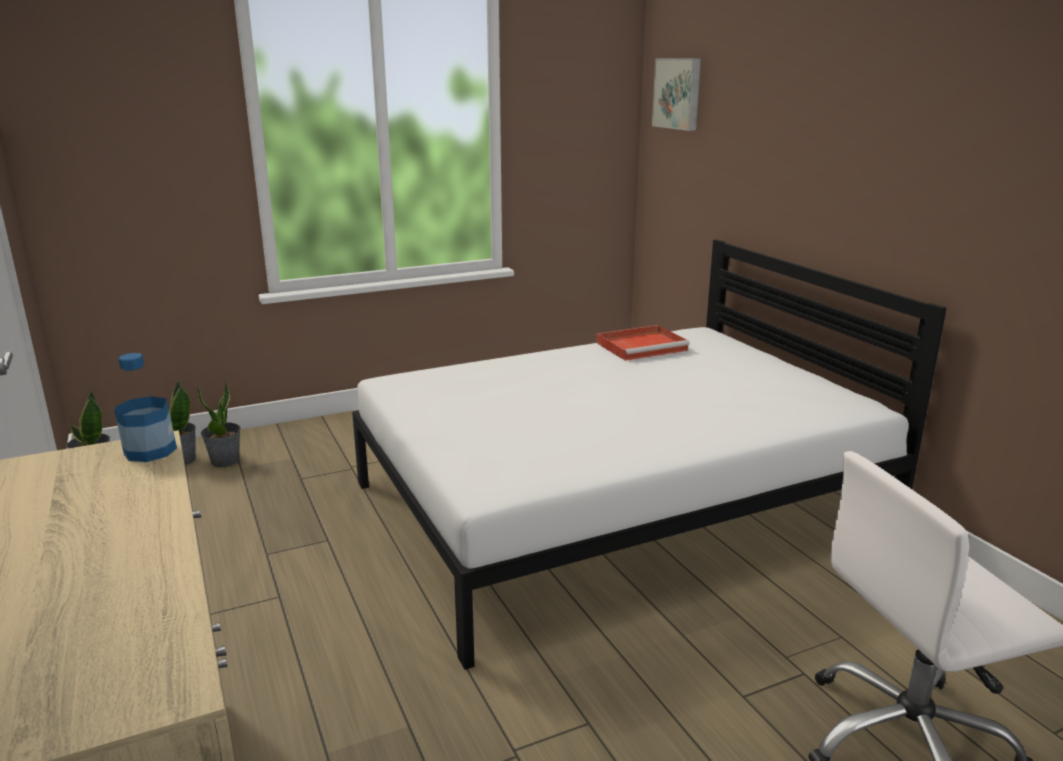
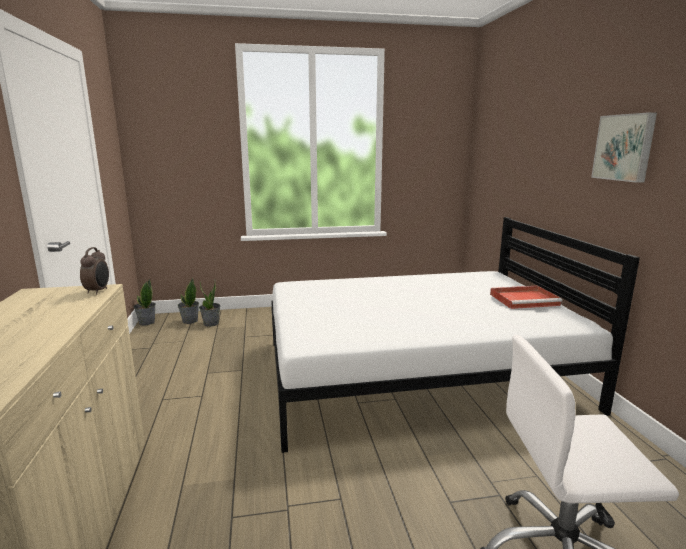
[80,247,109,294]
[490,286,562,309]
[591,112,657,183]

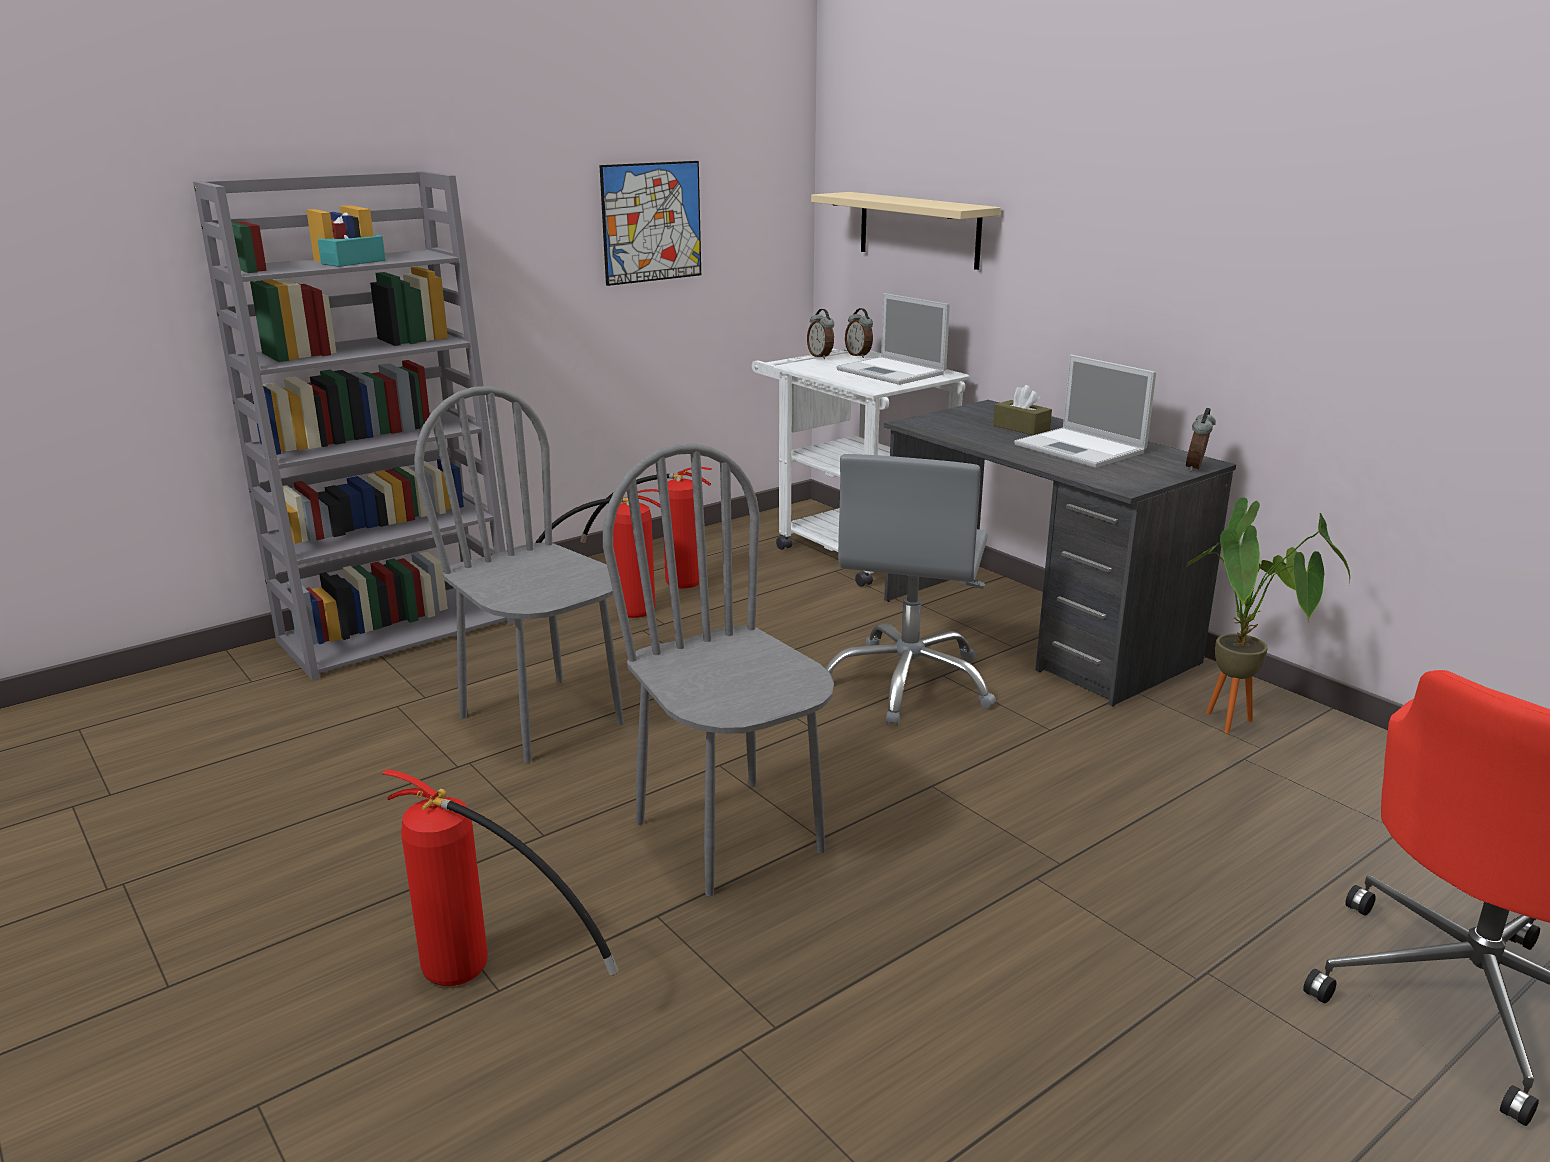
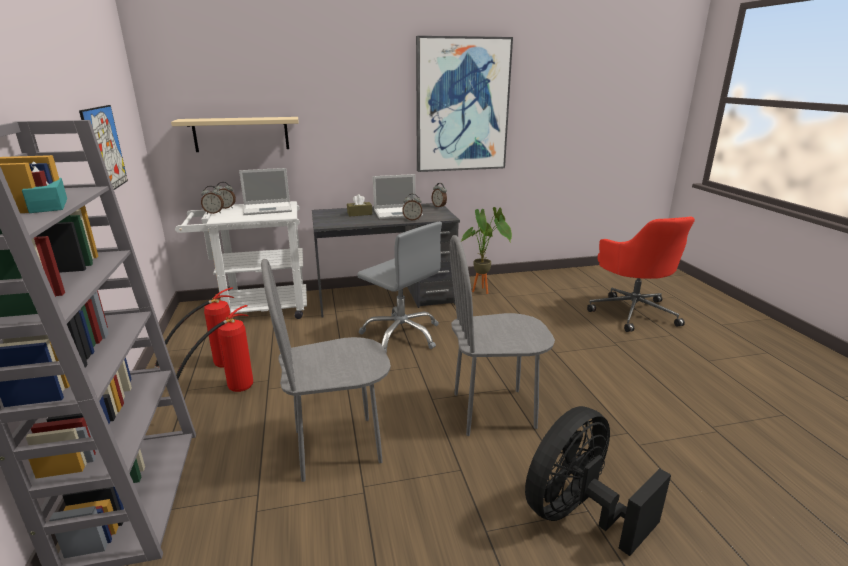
[525,406,671,556]
[402,194,422,220]
[416,36,513,172]

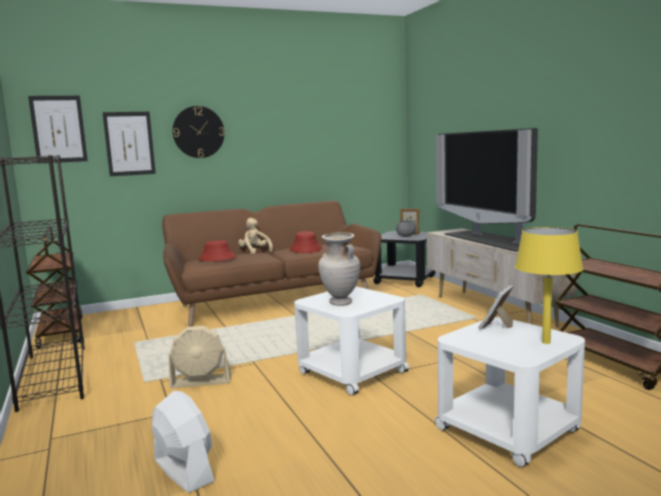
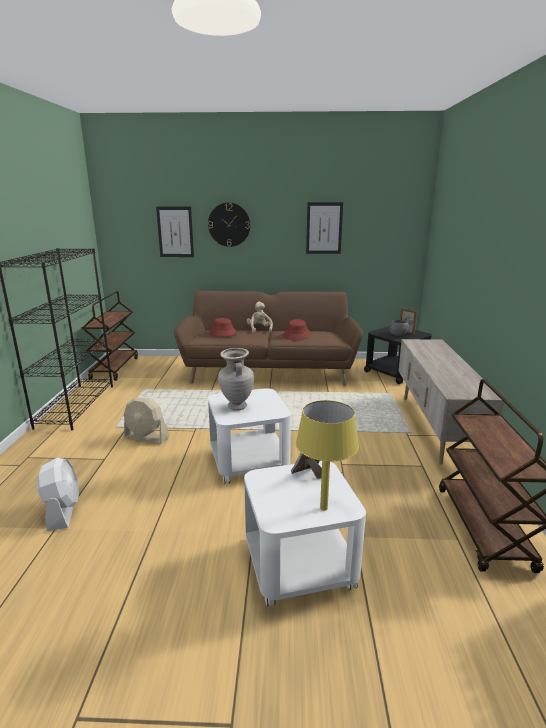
[306,202,343,254]
[435,128,538,252] (first image)

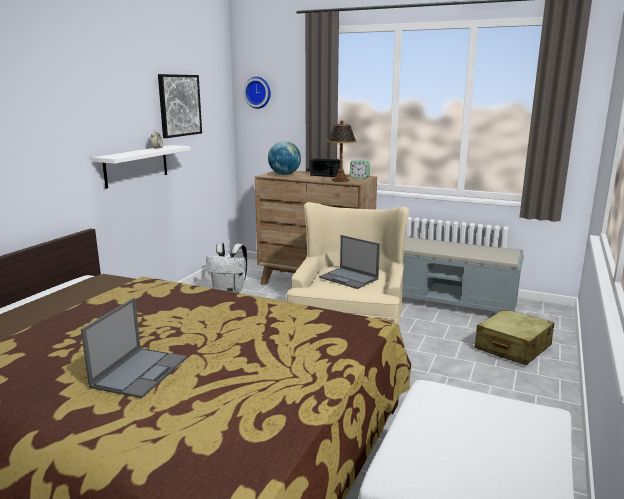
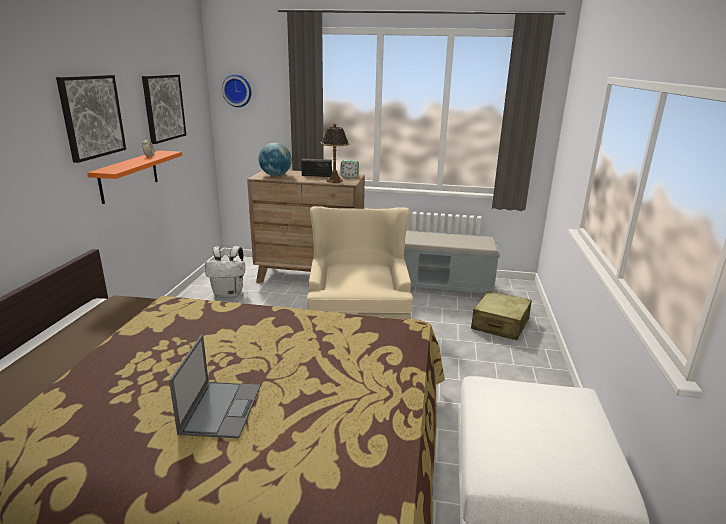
[87,151,182,204]
[319,235,380,289] (first image)
[56,75,126,163]

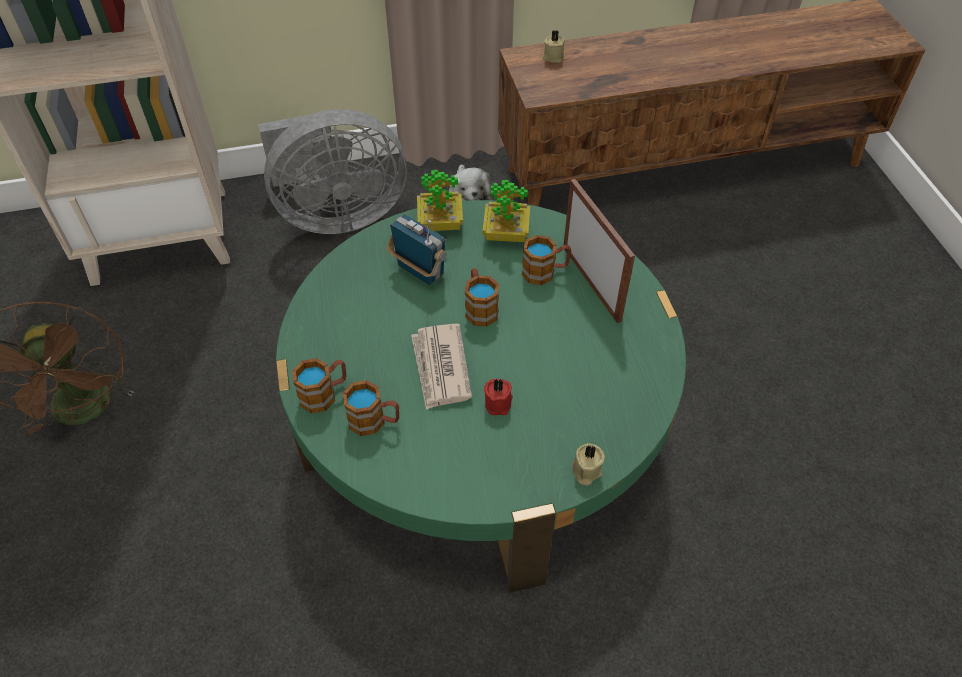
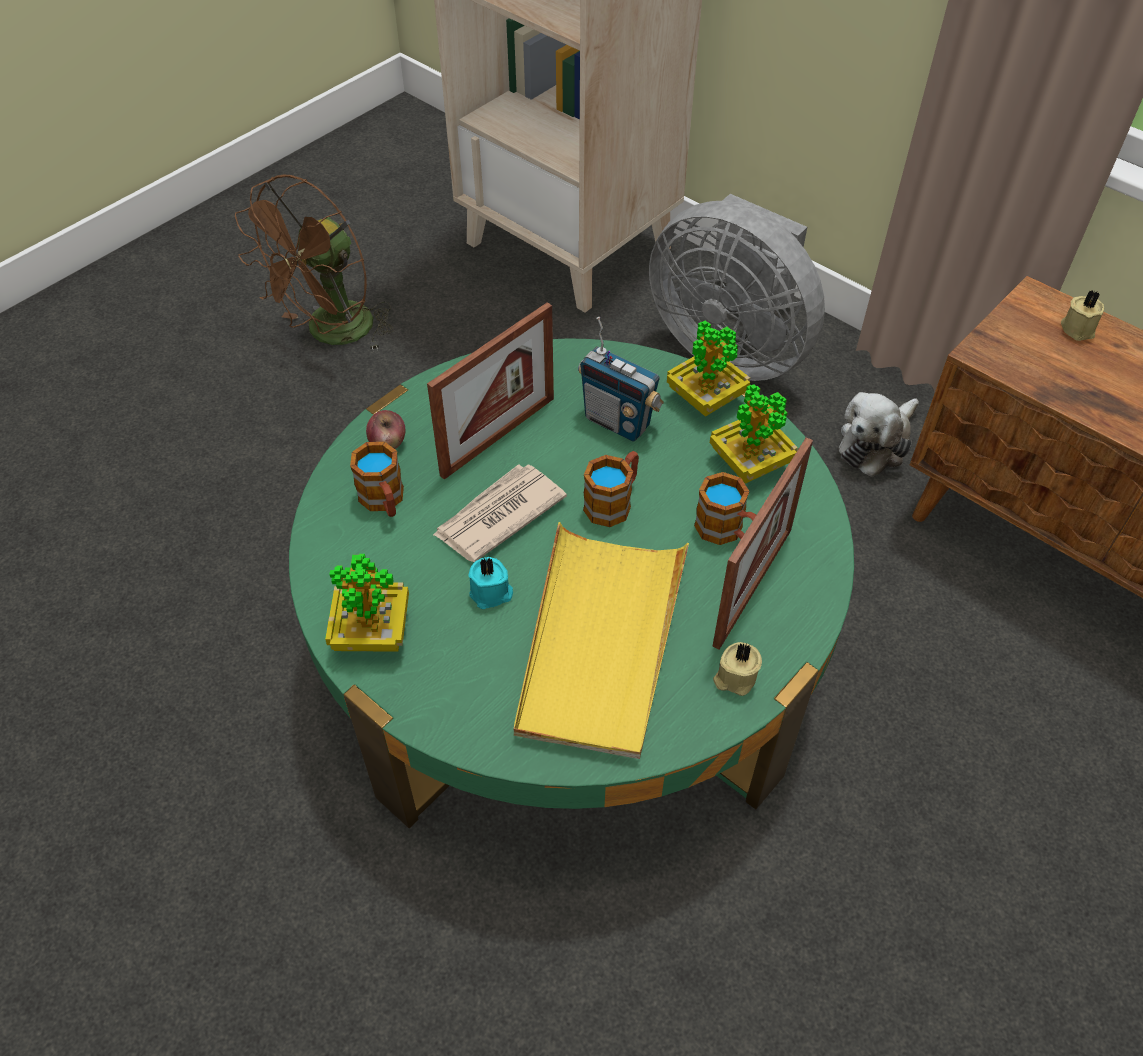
[366,410,405,449]
[578,317,664,442]
[468,557,513,609]
[713,642,762,696]
[325,554,409,652]
[427,302,554,480]
[514,522,689,759]

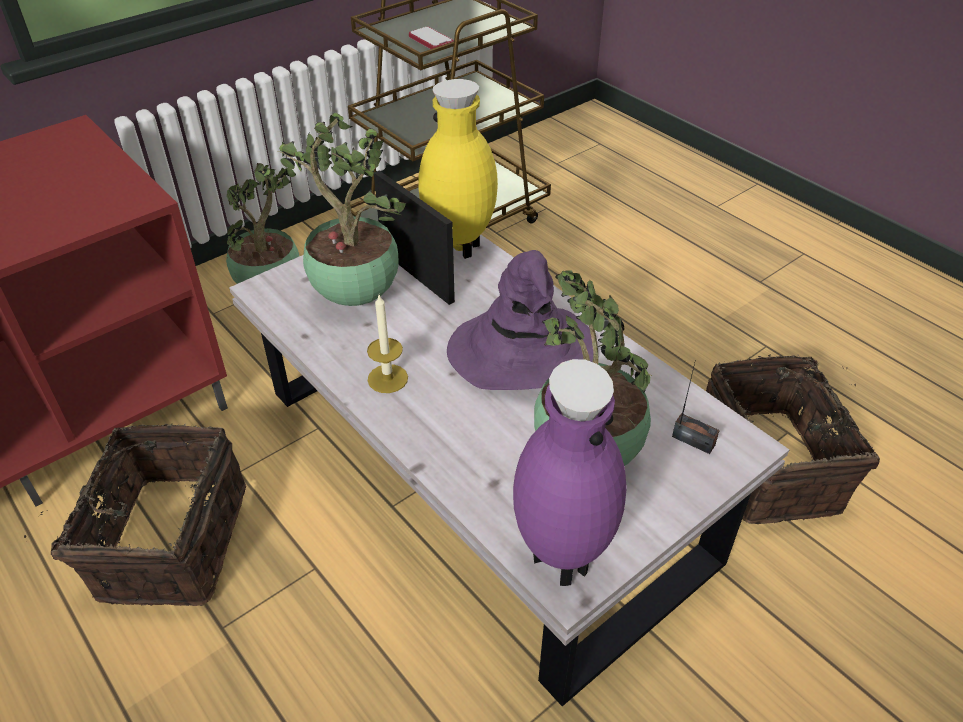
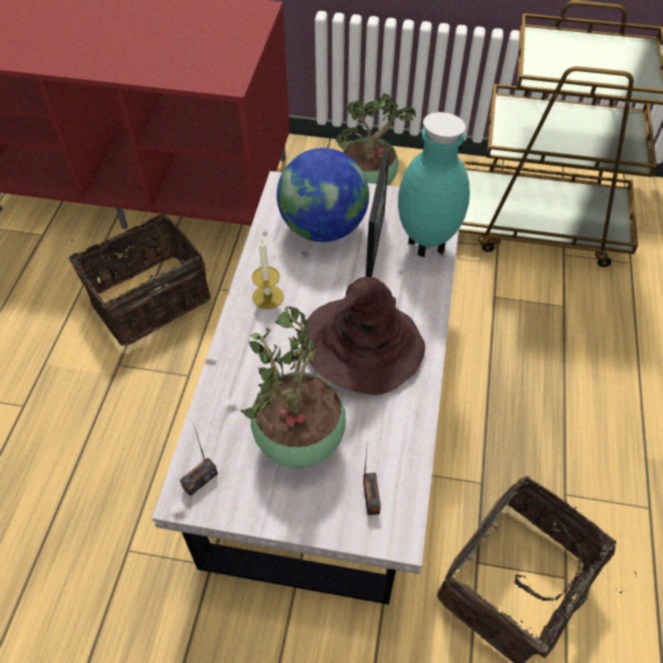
[277,148,369,242]
[409,27,454,49] (first image)
[398,112,470,257]
[301,277,425,395]
[180,426,218,496]

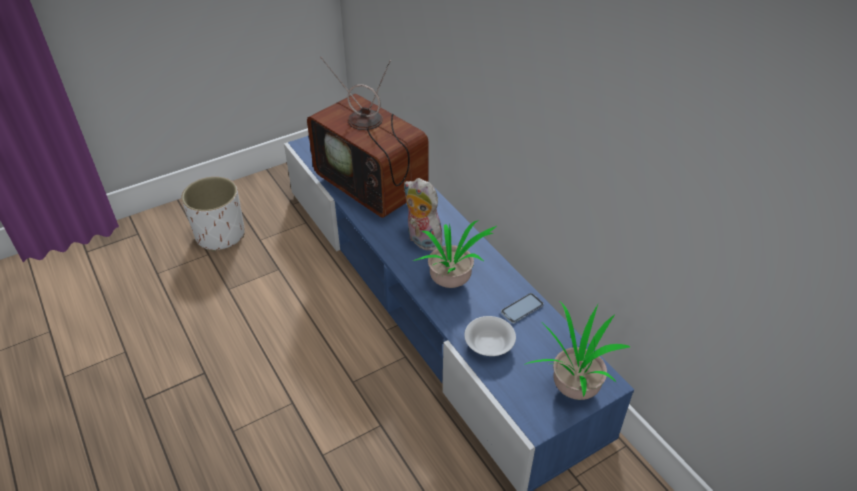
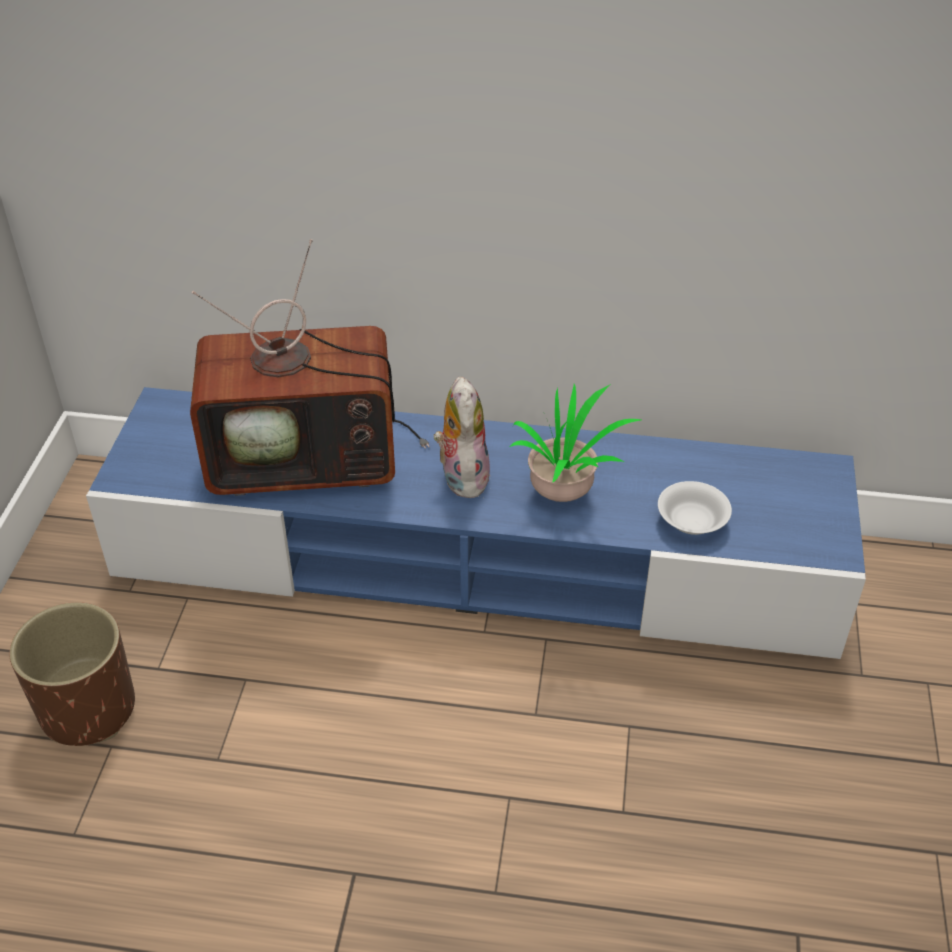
[10,602,135,746]
[434,377,490,498]
[501,293,544,323] (first image)
[524,301,630,400] (first image)

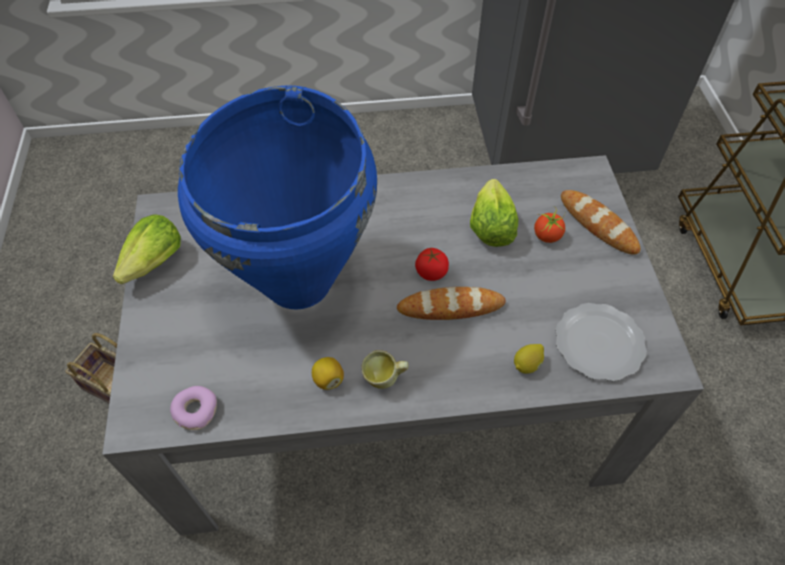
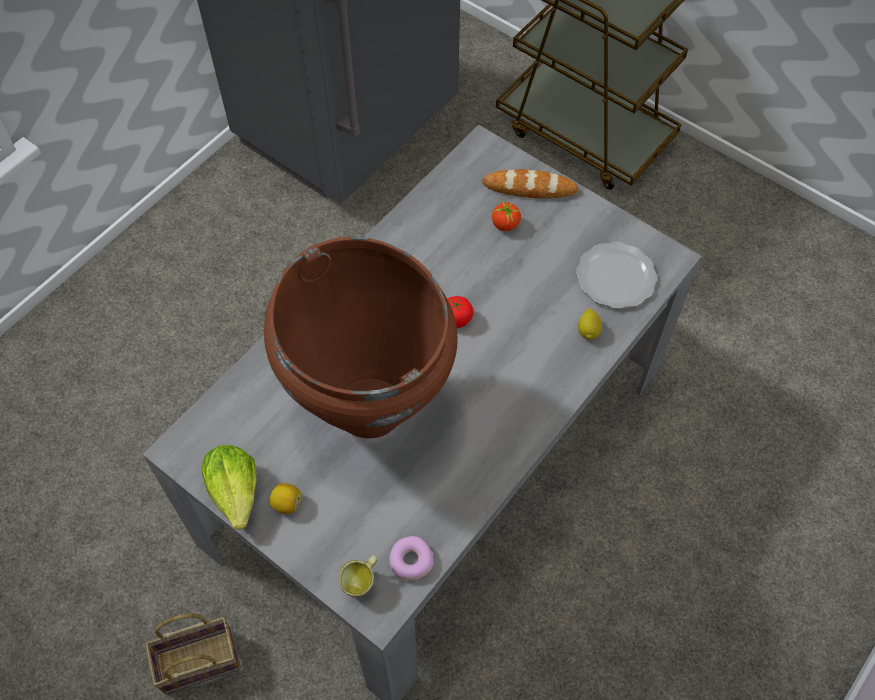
[264,237,458,439]
[269,483,302,514]
[339,554,378,597]
[397,287,506,320] (first image)
[470,179,518,247] (first image)

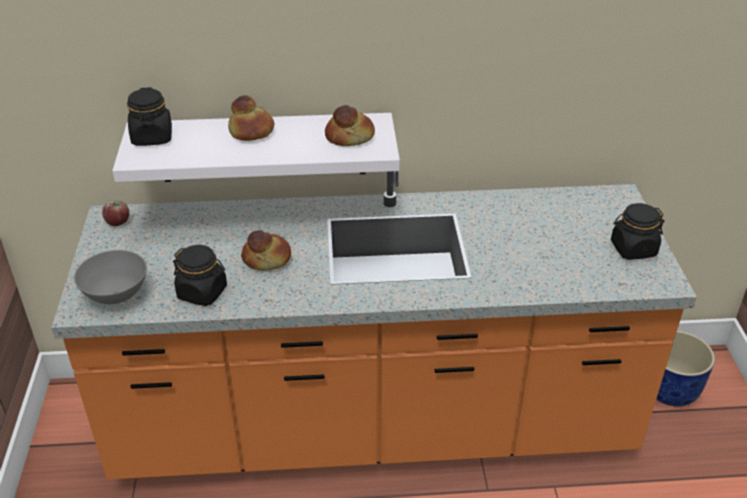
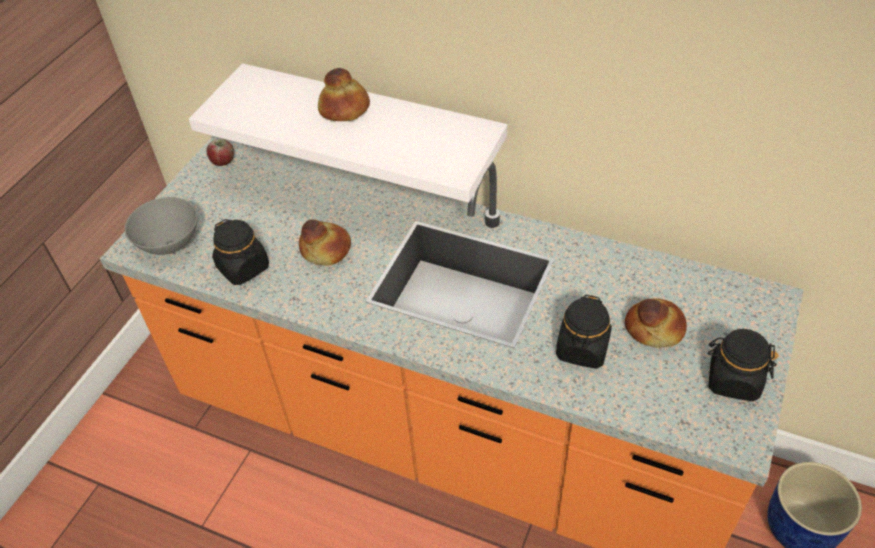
[556,295,612,369]
[625,298,687,348]

